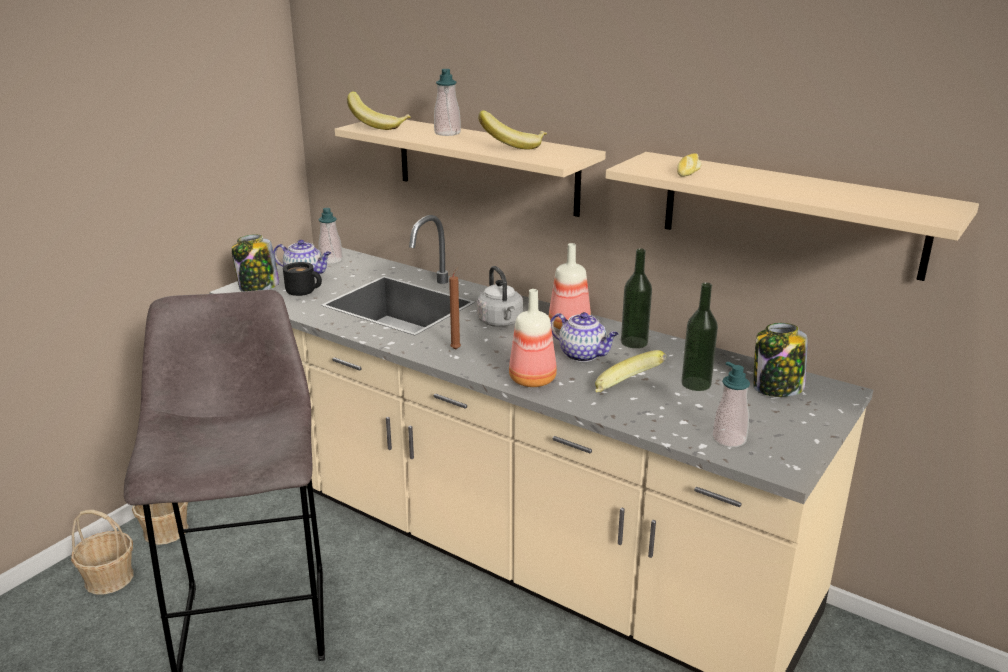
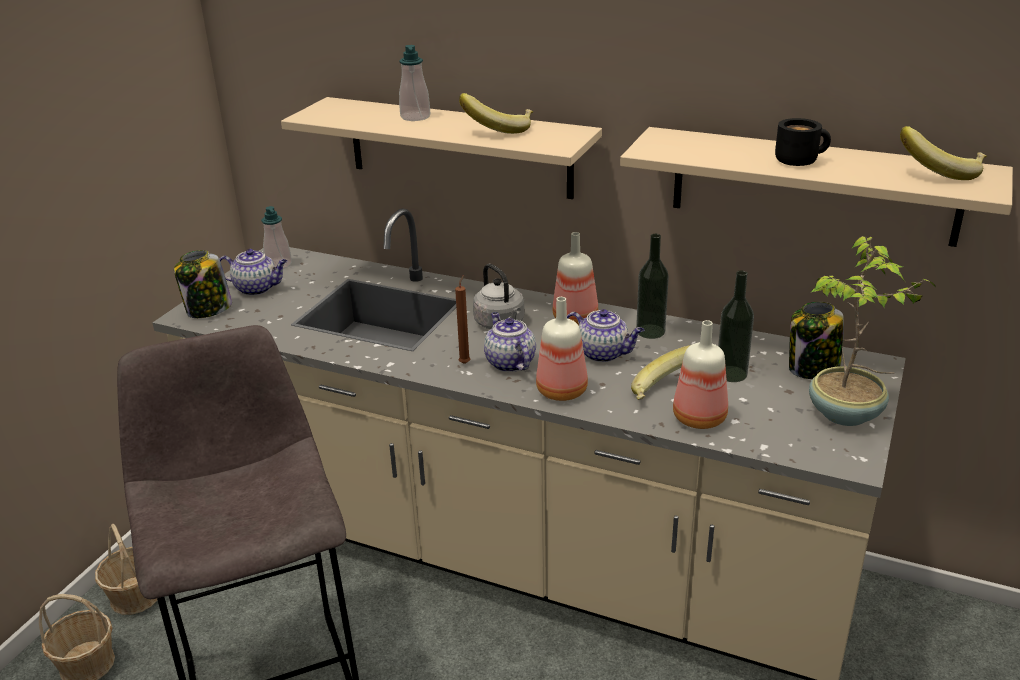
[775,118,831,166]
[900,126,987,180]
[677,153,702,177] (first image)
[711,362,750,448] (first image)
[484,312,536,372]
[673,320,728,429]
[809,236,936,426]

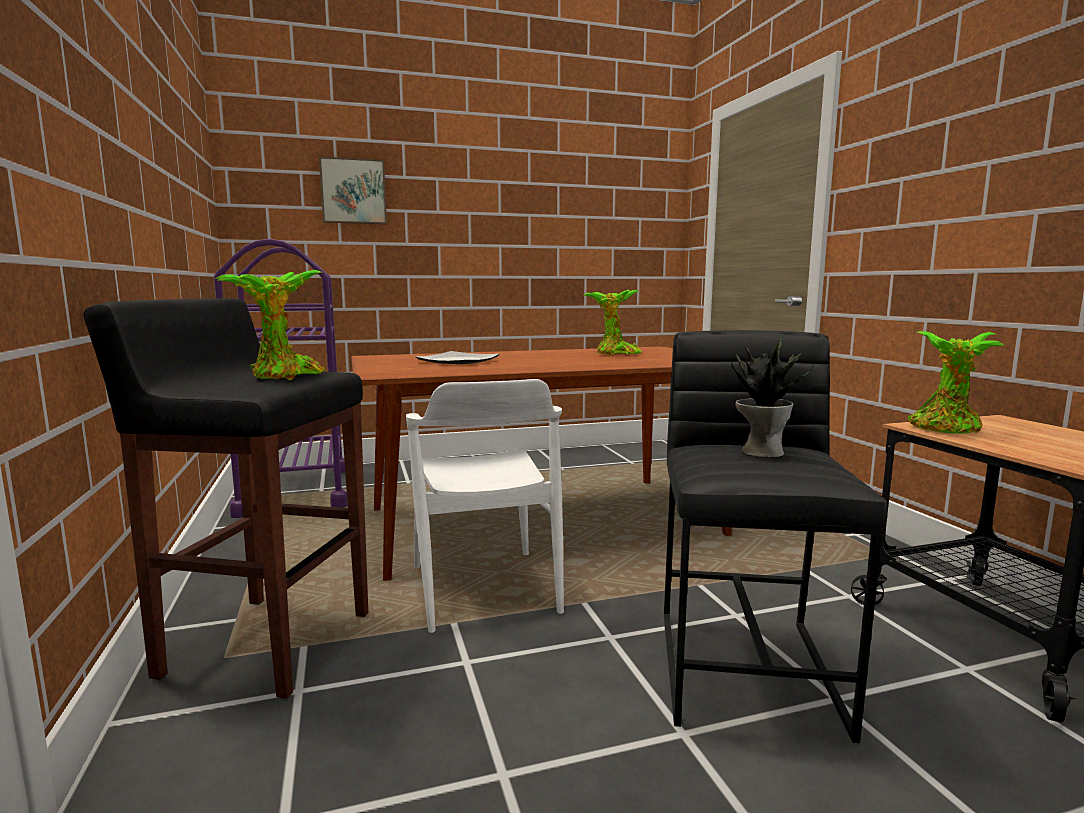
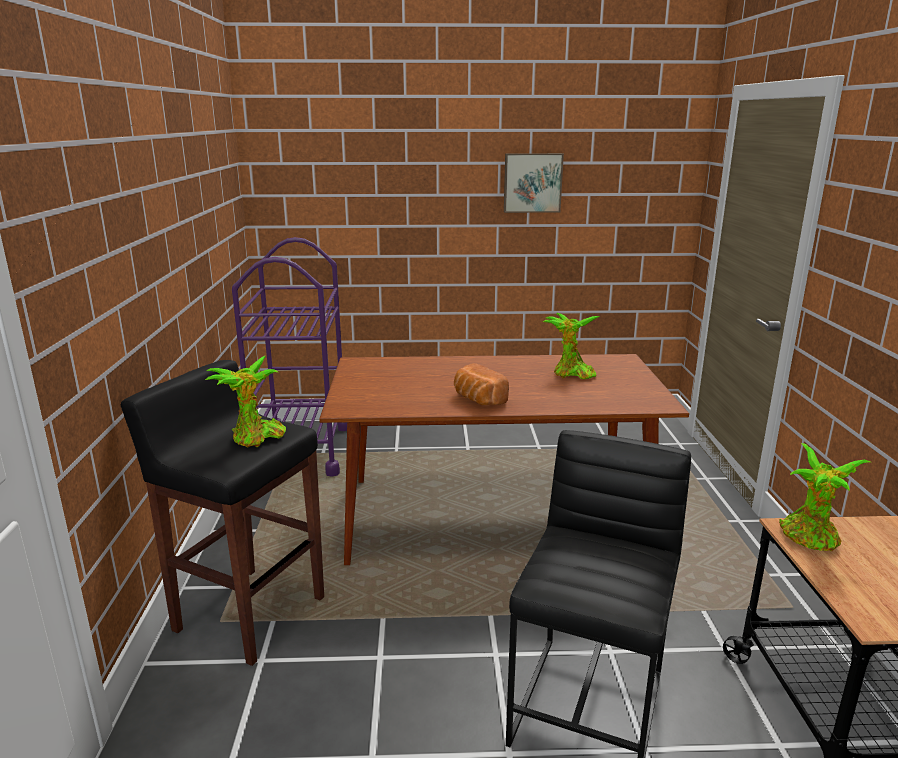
[504,153,564,213]
[406,379,564,633] (first image)
[415,351,500,364] (first image)
[731,338,814,457] (first image)
[454,363,509,405]

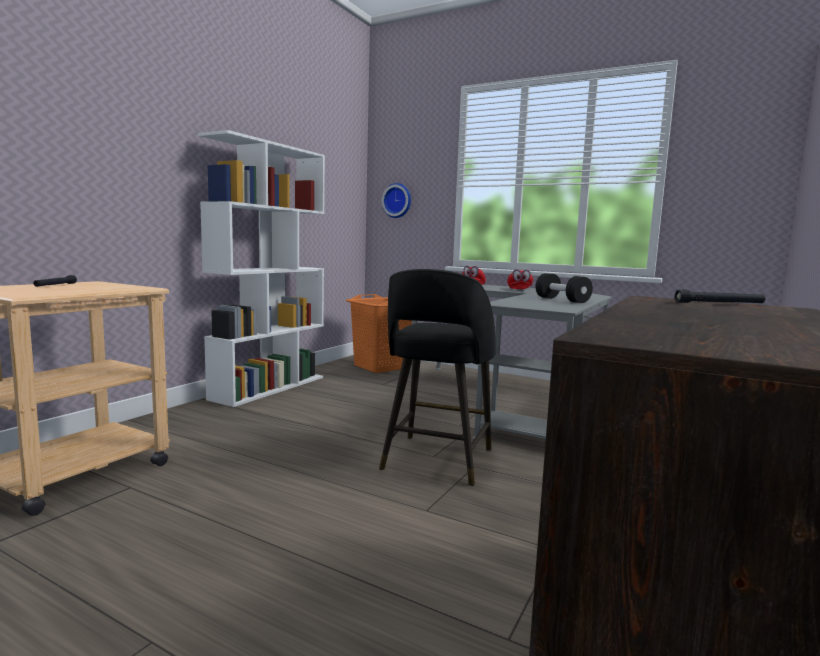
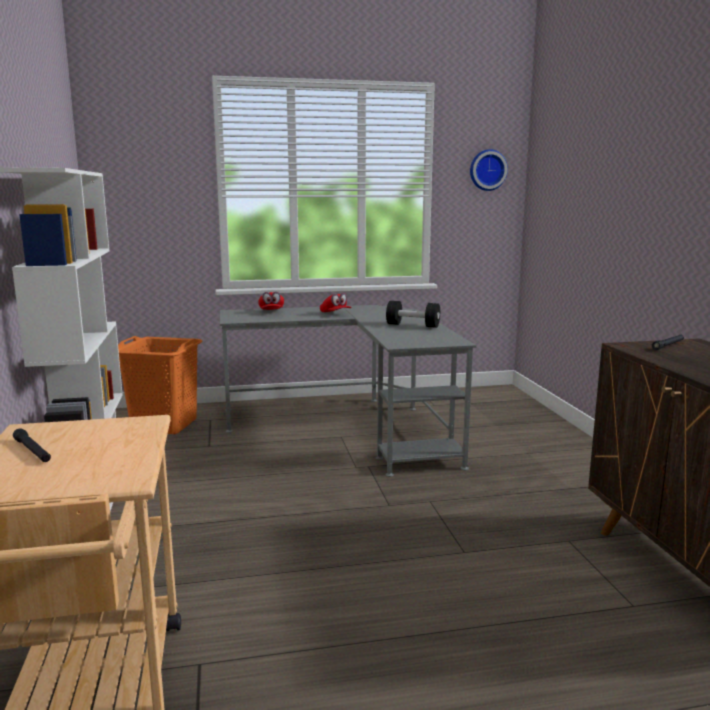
[379,269,496,486] (first image)
[470,149,508,191]

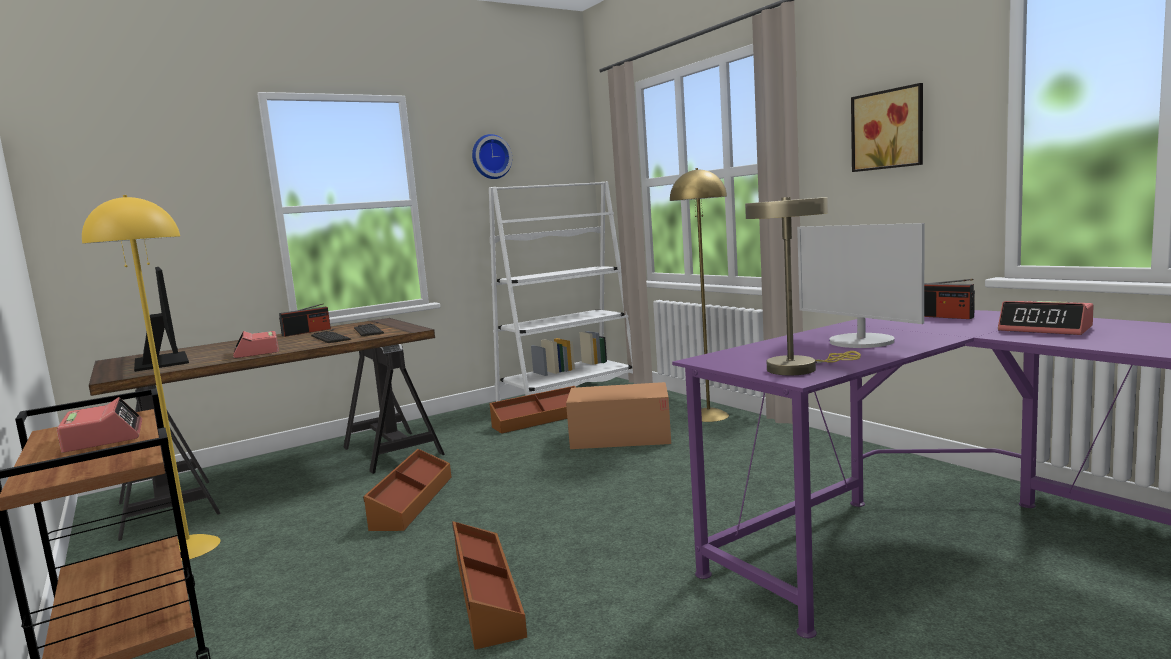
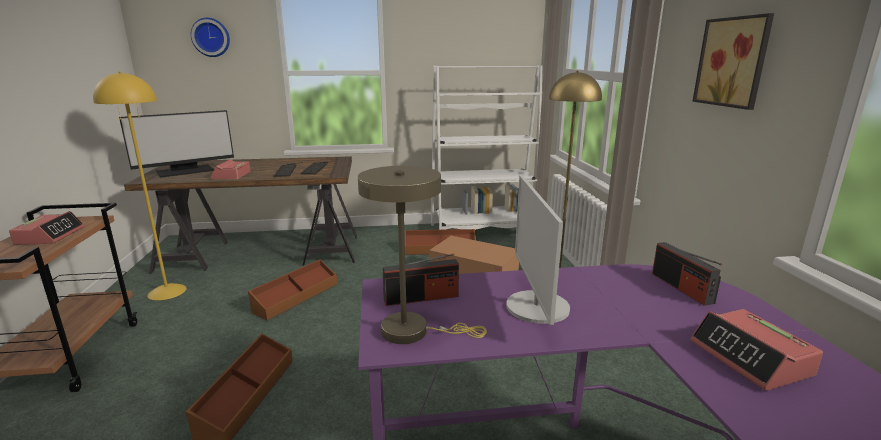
[119,110,234,178]
[383,253,459,306]
[191,18,230,57]

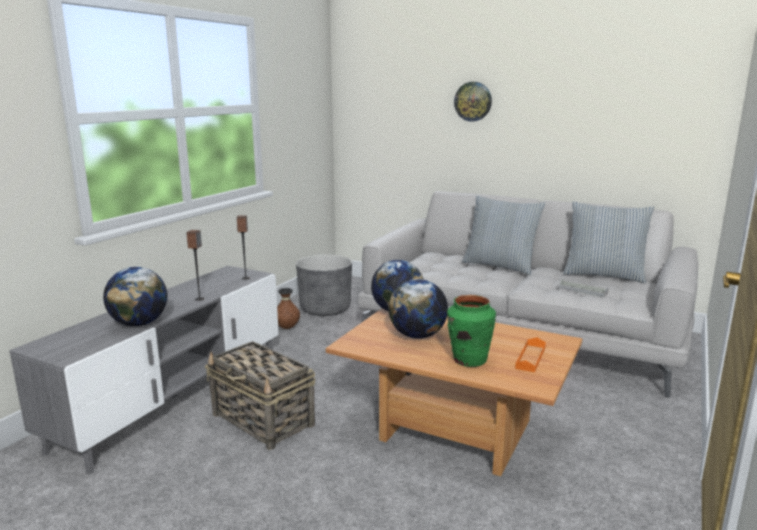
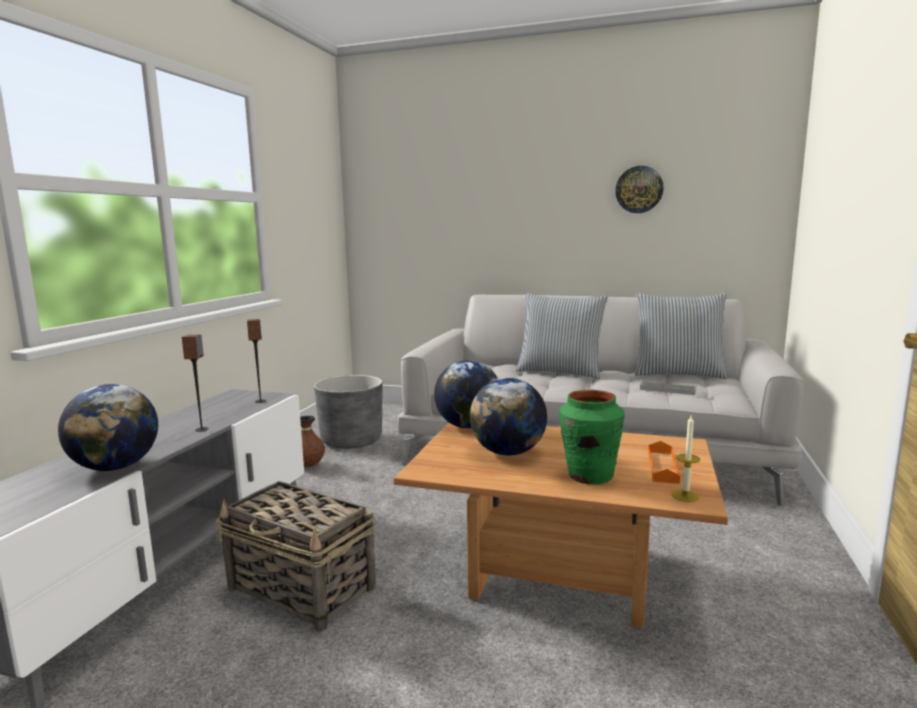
[615,166,663,213]
[672,414,700,502]

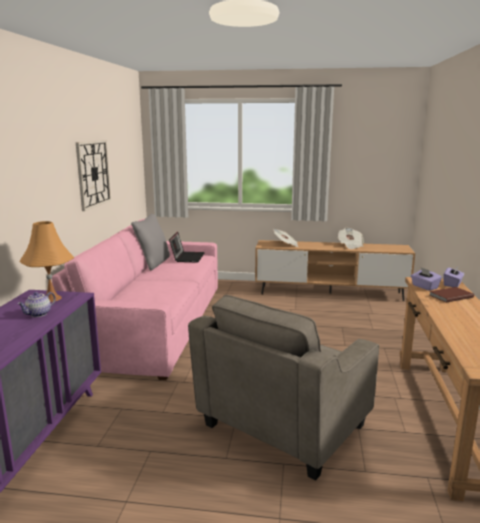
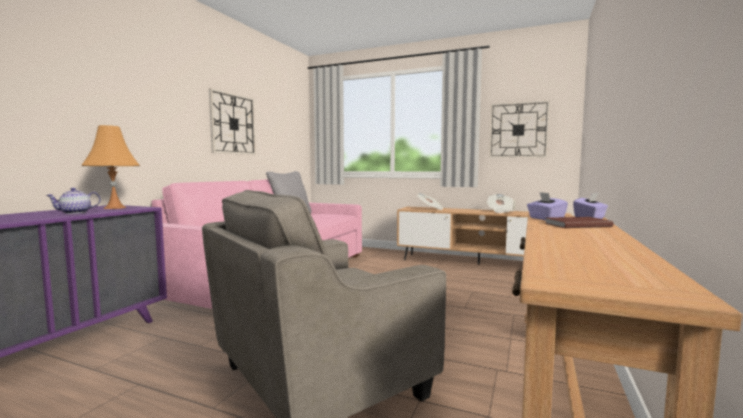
[169,232,205,263] (first image)
[489,100,550,158]

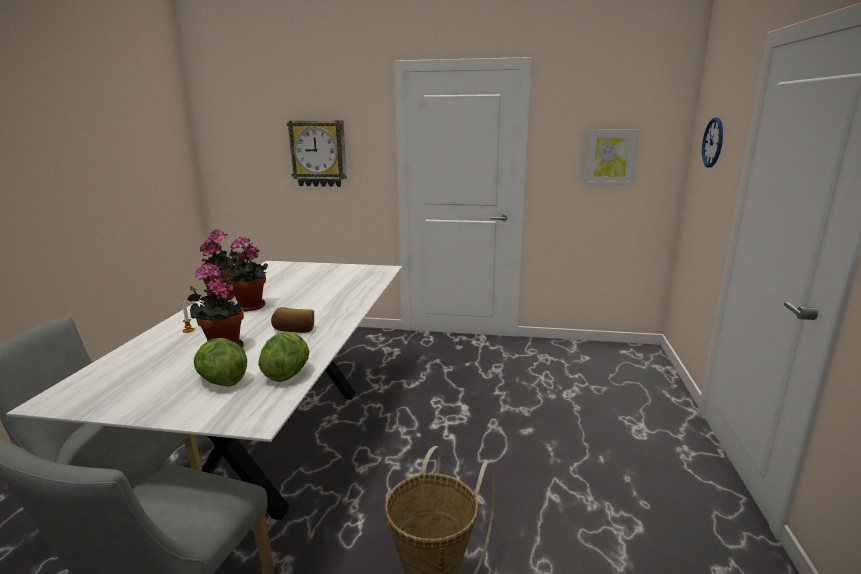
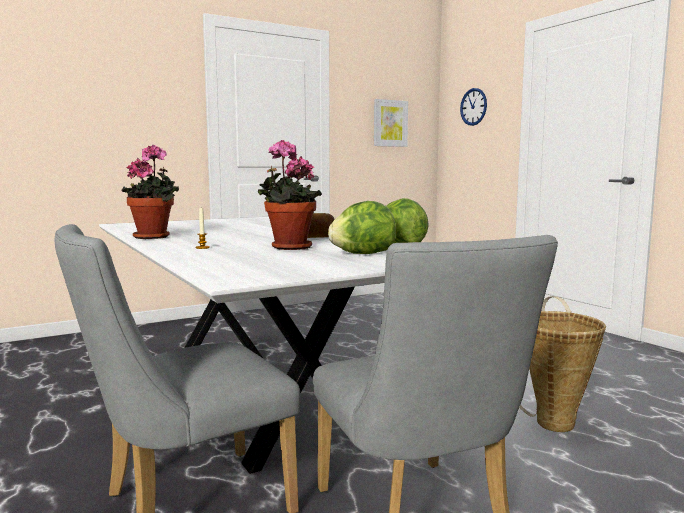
[223,236,268,312] (first image)
[287,120,347,187] (first image)

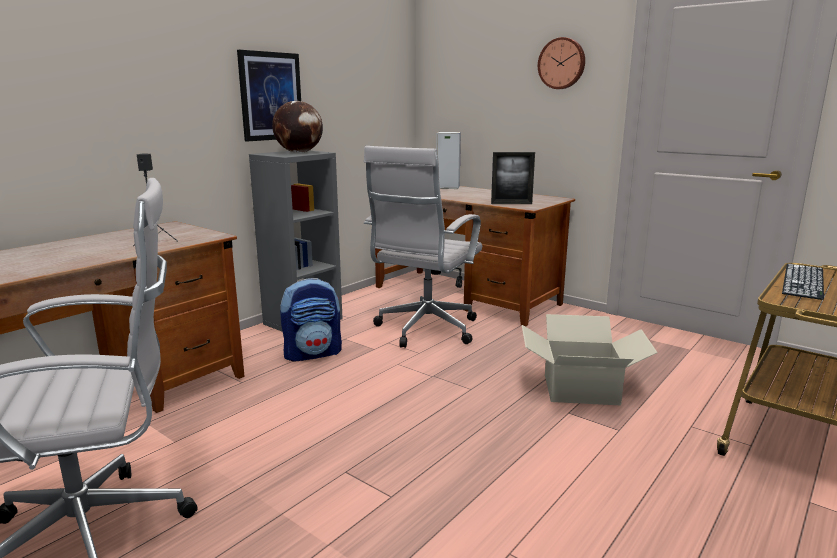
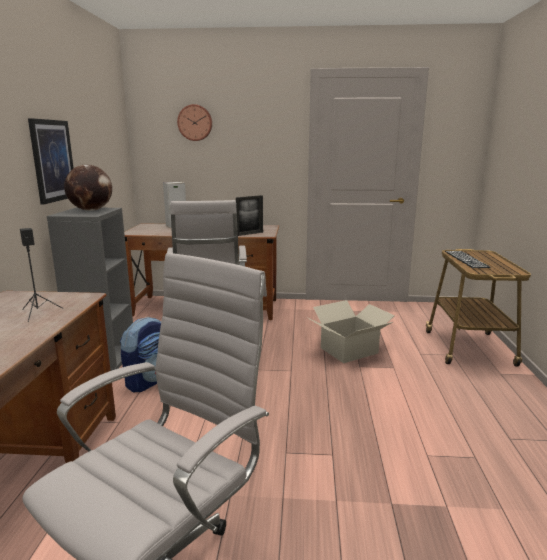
[177,104,212,141]

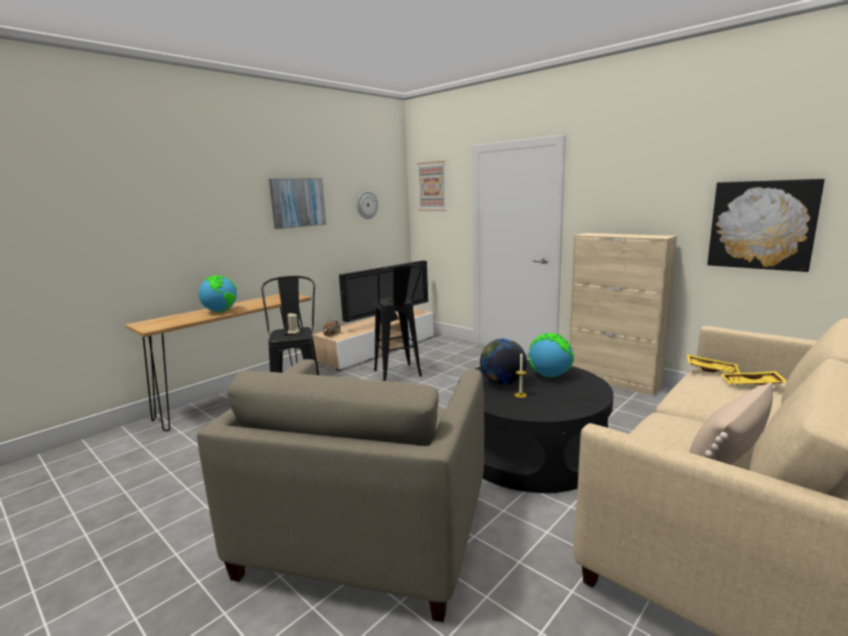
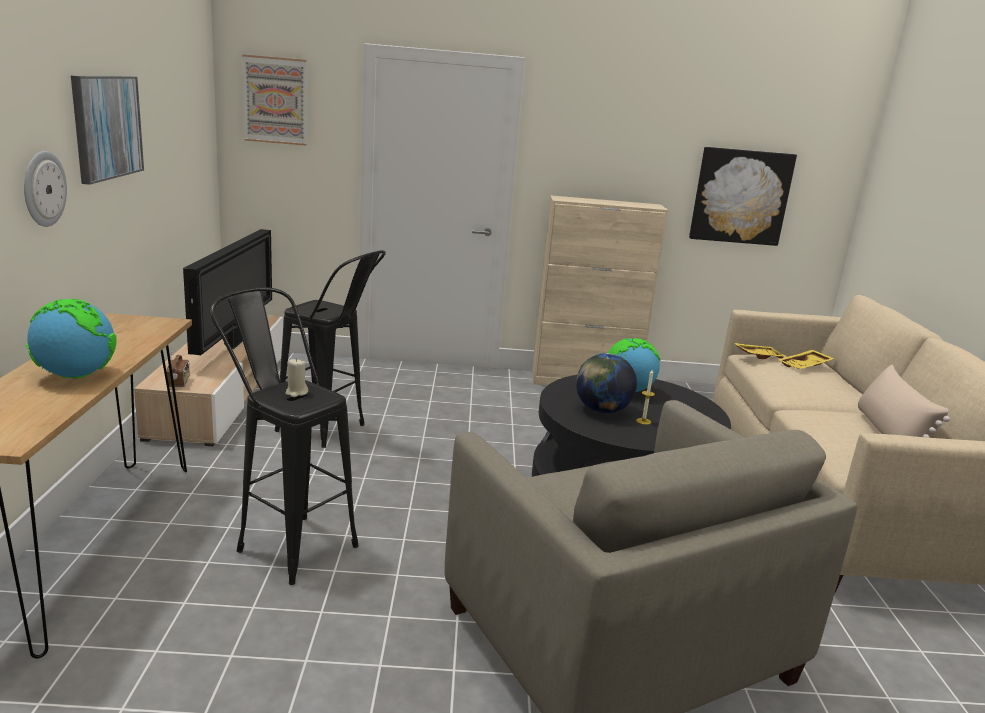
[24,151,67,227]

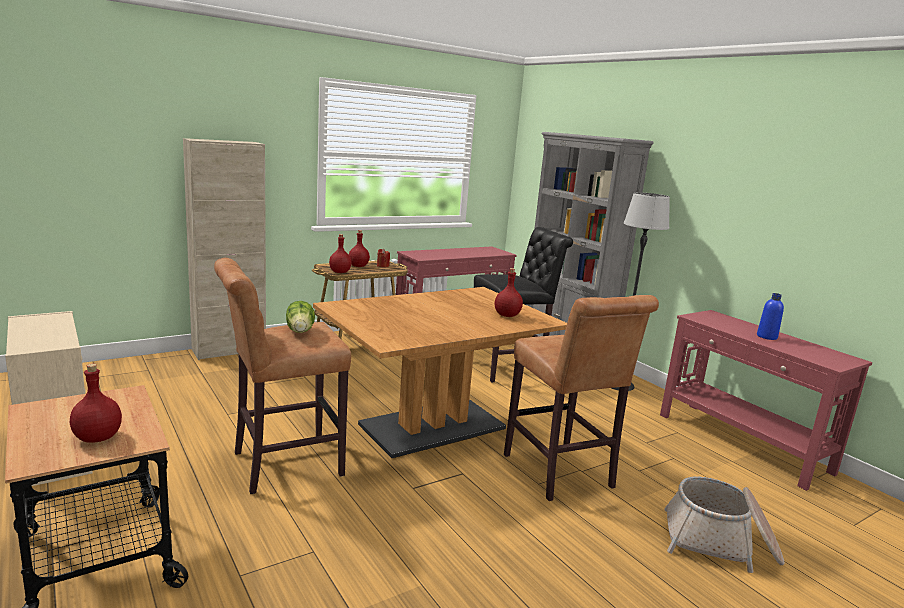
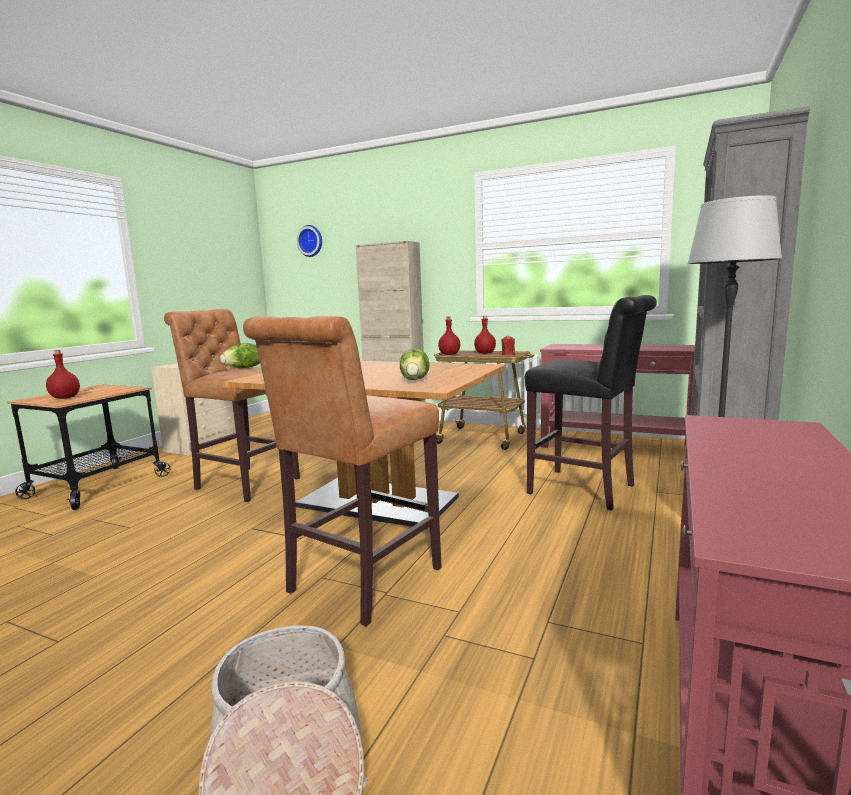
[400,349,429,380]
[757,293,784,340] (first image)
[296,225,322,257]

